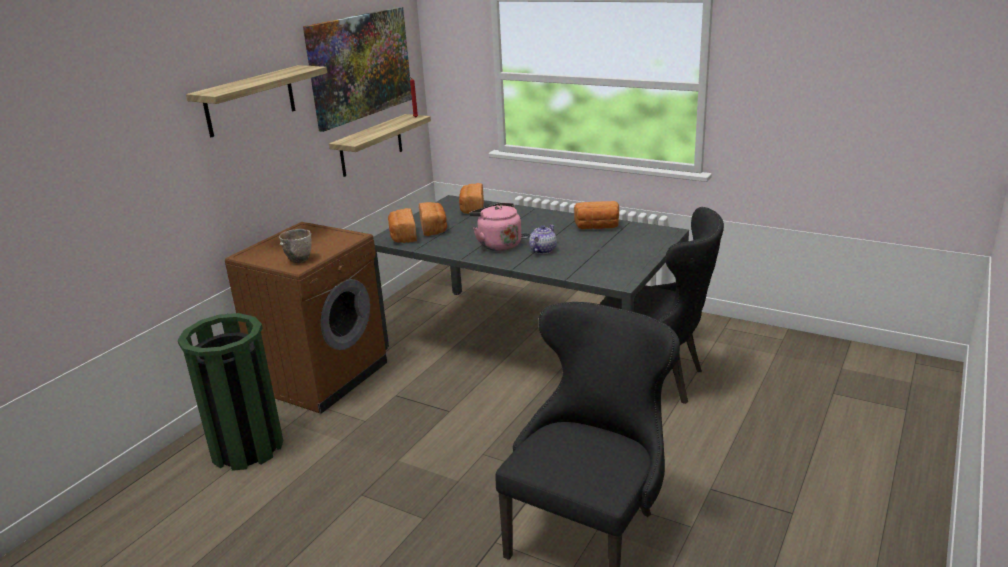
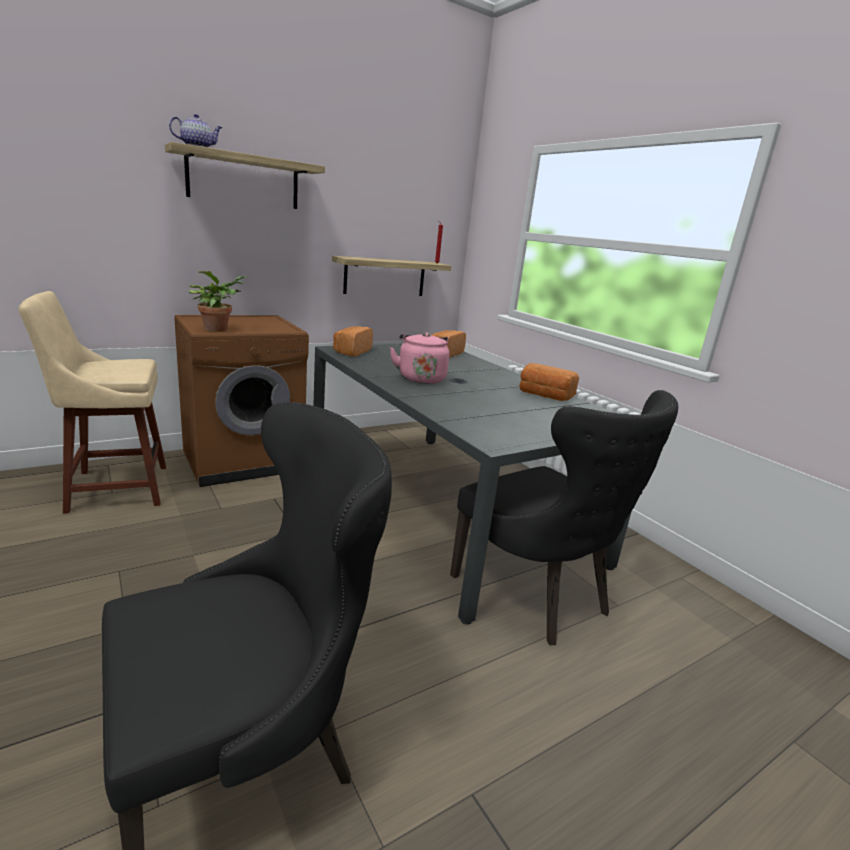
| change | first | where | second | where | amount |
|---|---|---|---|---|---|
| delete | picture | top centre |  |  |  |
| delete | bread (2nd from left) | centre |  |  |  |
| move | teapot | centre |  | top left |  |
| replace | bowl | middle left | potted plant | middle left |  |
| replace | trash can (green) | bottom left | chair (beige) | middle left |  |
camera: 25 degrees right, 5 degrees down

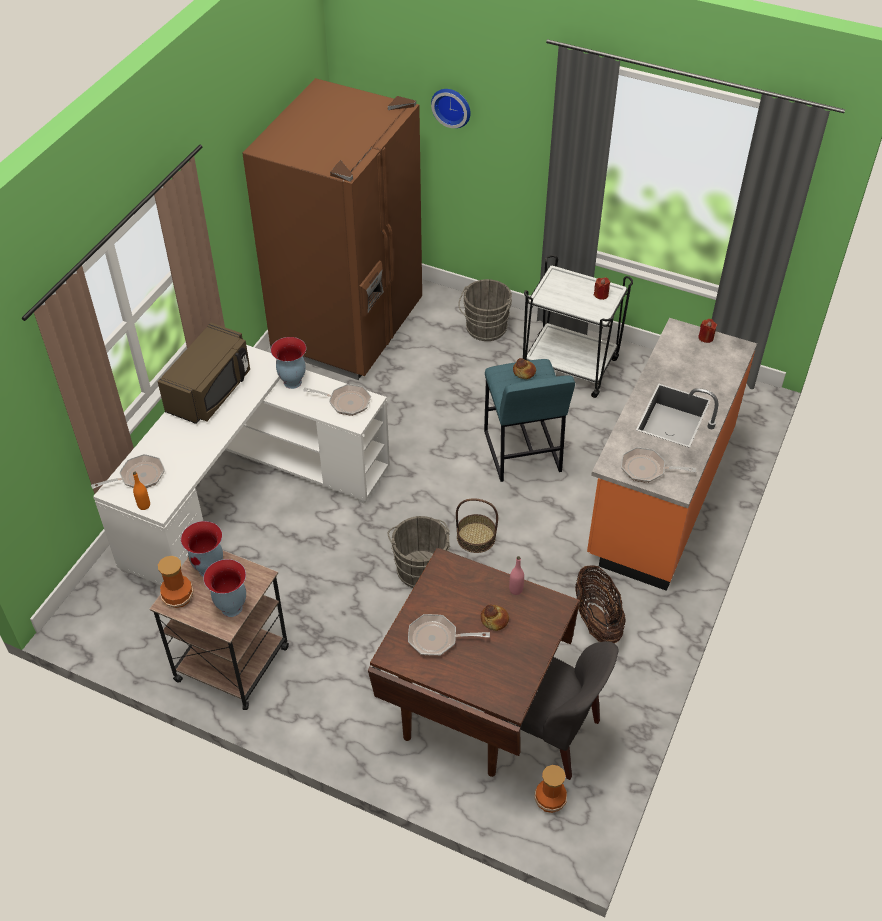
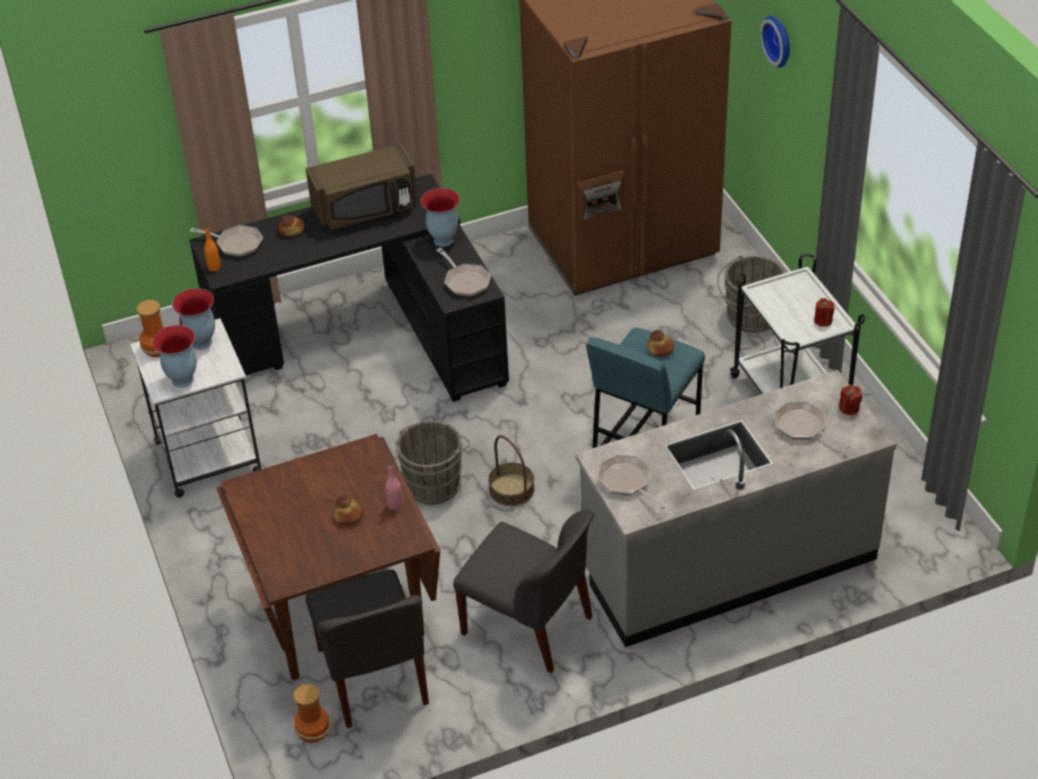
| change | first | where | second | where | amount |
|---|---|---|---|---|---|
| recolor | counter (orange) | middle right | counter (grey) | middle right |  |
| recolor | desk (white) | middle left | desk (black) | centre |  |
| recolor | cart (brown) | bottom left | cart (white) (1st from left) | middle left |  |
| replace | basket (2nd from left) | middle right | chair (grey) (2nd from left) | bottom centre |  |
| move | frying pan (3rd from left in the first image) | bottom centre | frying pan (4th from left) | middle right |  |
| insert |  |  | bread (1st from left) | top left |  |
camera: 45 degrees right, 5 degrees down

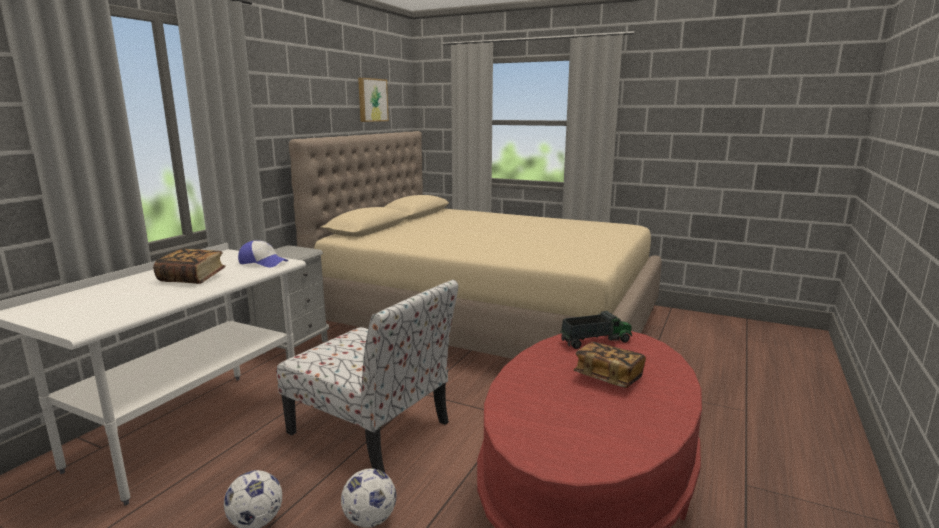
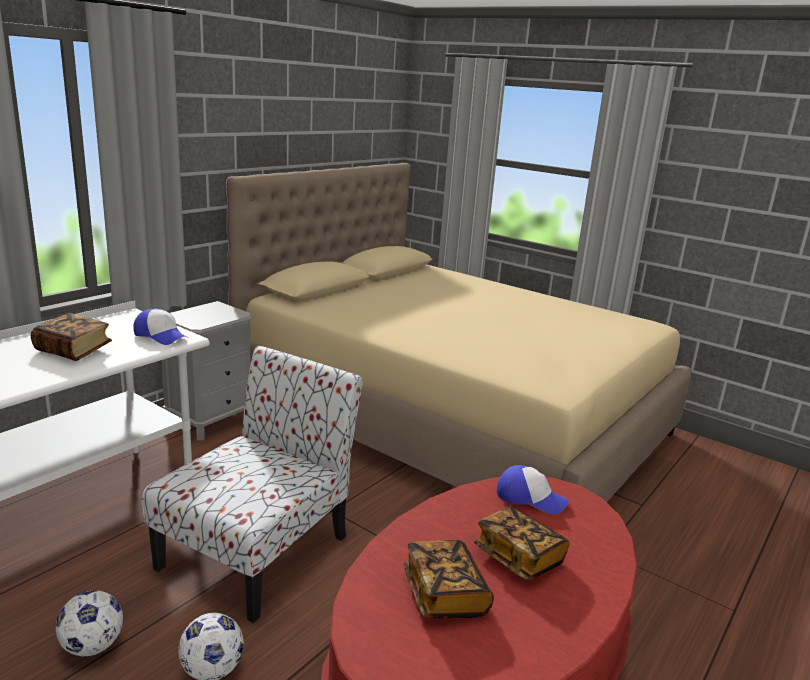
| change | first | where | second | where | amount |
|---|---|---|---|---|---|
| delete | picture | top centre |  |  |  |
| rotate | chair | bottom centre |  | bottom left | 105 degrees counterclockwise |
| replace | toy truck | centre | cap (2nd from left) | bottom centre |  |
| insert |  |  | book (2nd from left) | bottom centre |  |
camera: 10 degrees right, 5 degrees up

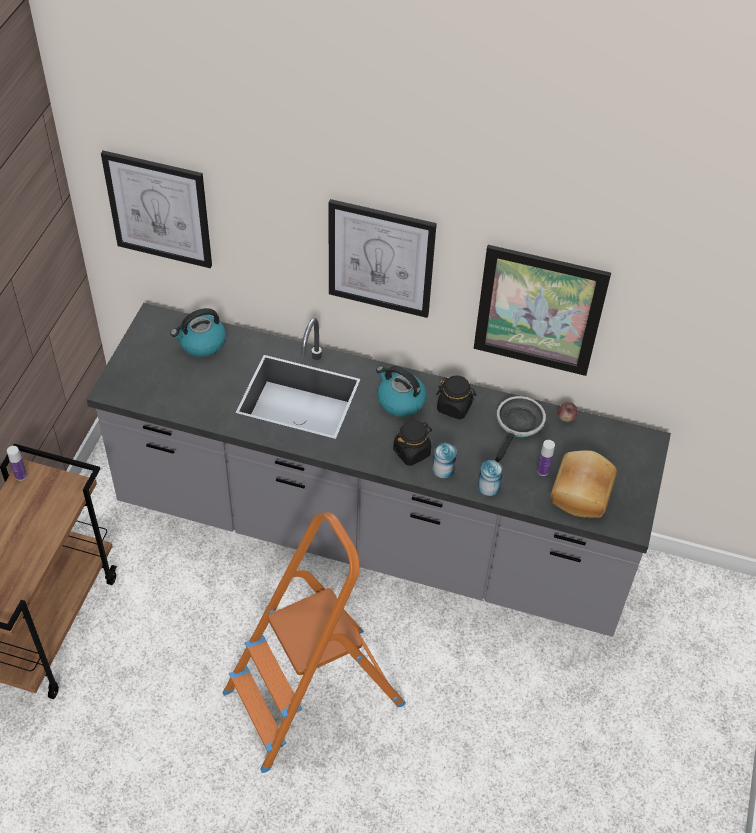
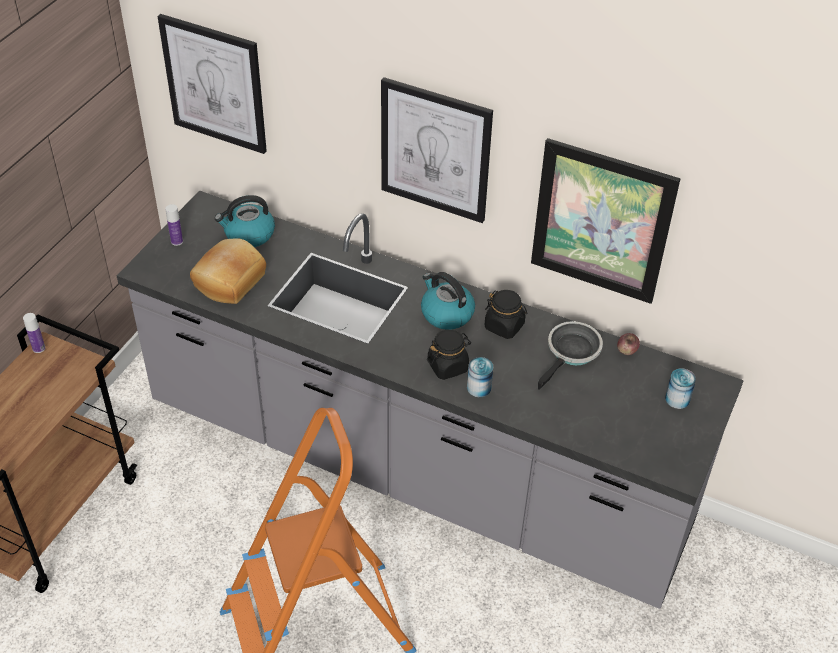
| change | first | where | second | where | amount |
|---|---|---|---|---|---|
| move | bottle (2nd from left) | middle right |  | middle left |  |
| move | bread | middle right |  | middle left |  |
| move | can (2nd from left) | centre |  | middle right |  |
camera: 10 degrees right, 5 degrees down

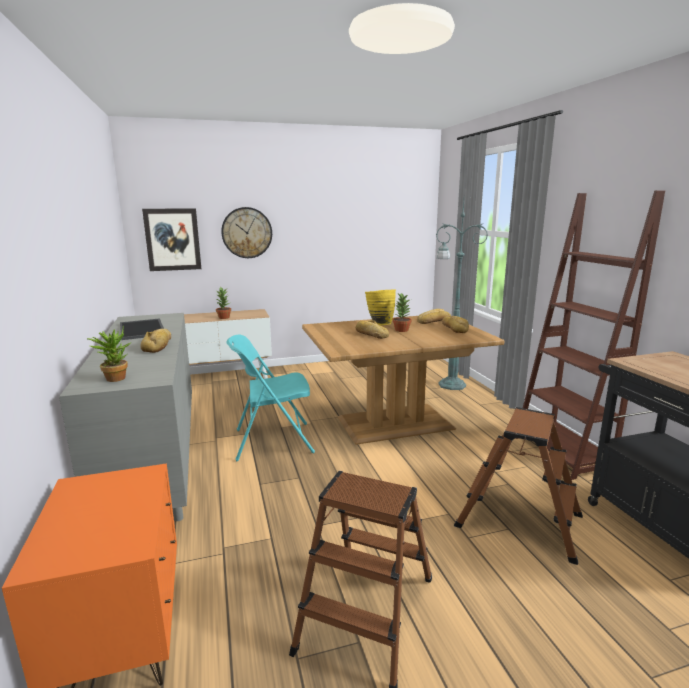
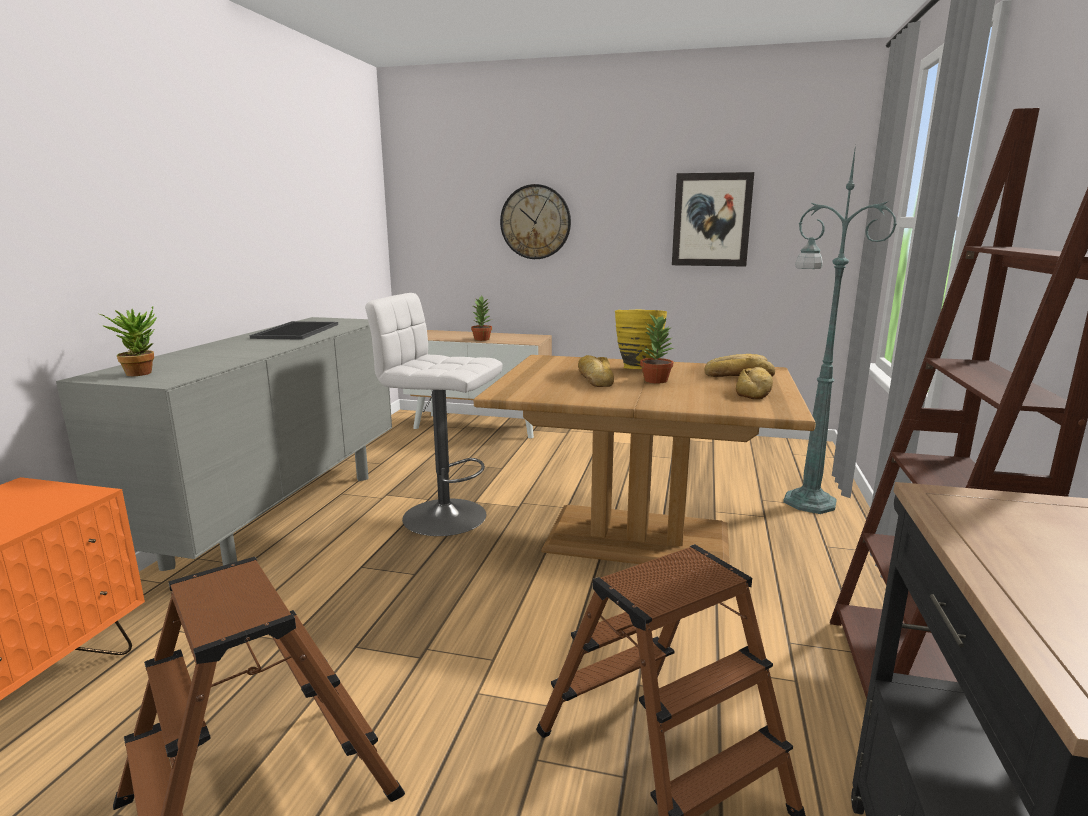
| change | first | where | second | where | amount |
|---|---|---|---|---|---|
| move | picture | middle left |  | top centre |  |
| delete | bread (1st from left) | middle left |  |  |  |
| replace | chair (turquoise) | centre | stool (white) | centre |  |
camera: 30 degrees right, 0 degrees up

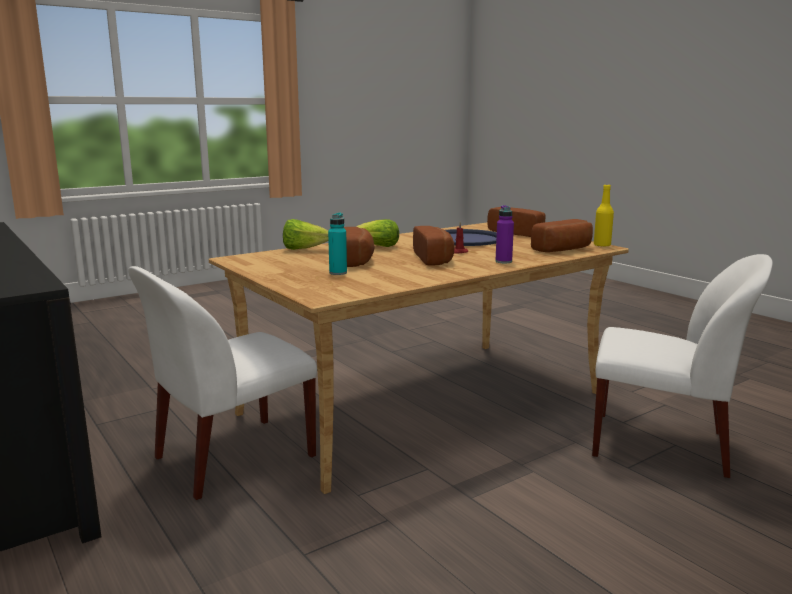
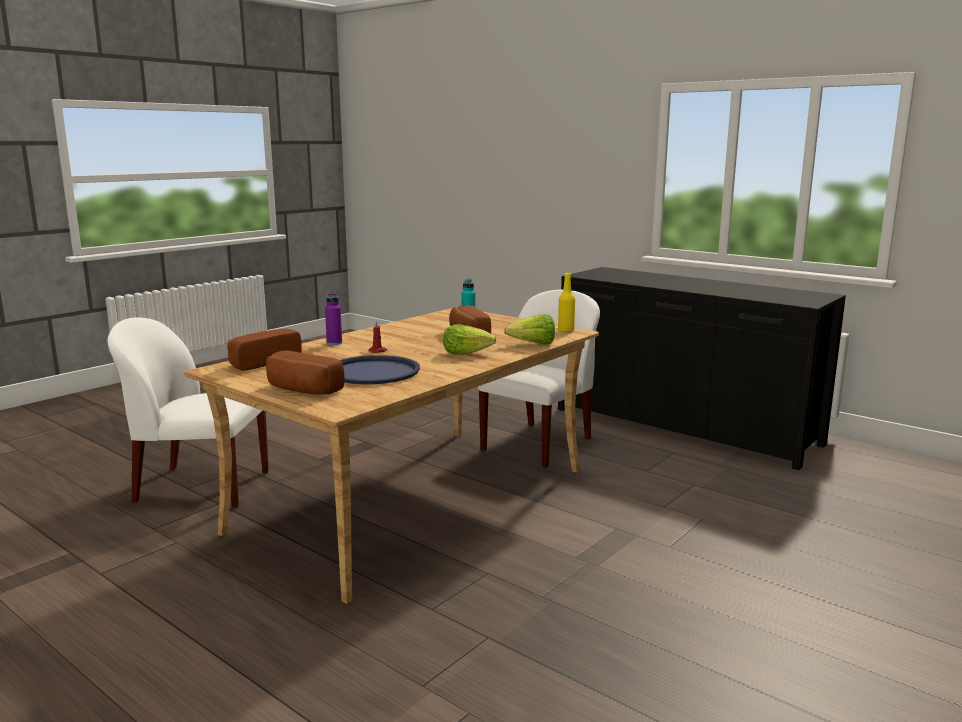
| change | first | where | second | where | amount |
|---|---|---|---|---|---|
| move | bottle (yellow) | middle right |  | centre |  |
| delete | bread (2nd from left) | centre |  |  |  |
camera: 165 degrees right, 0 degrees up

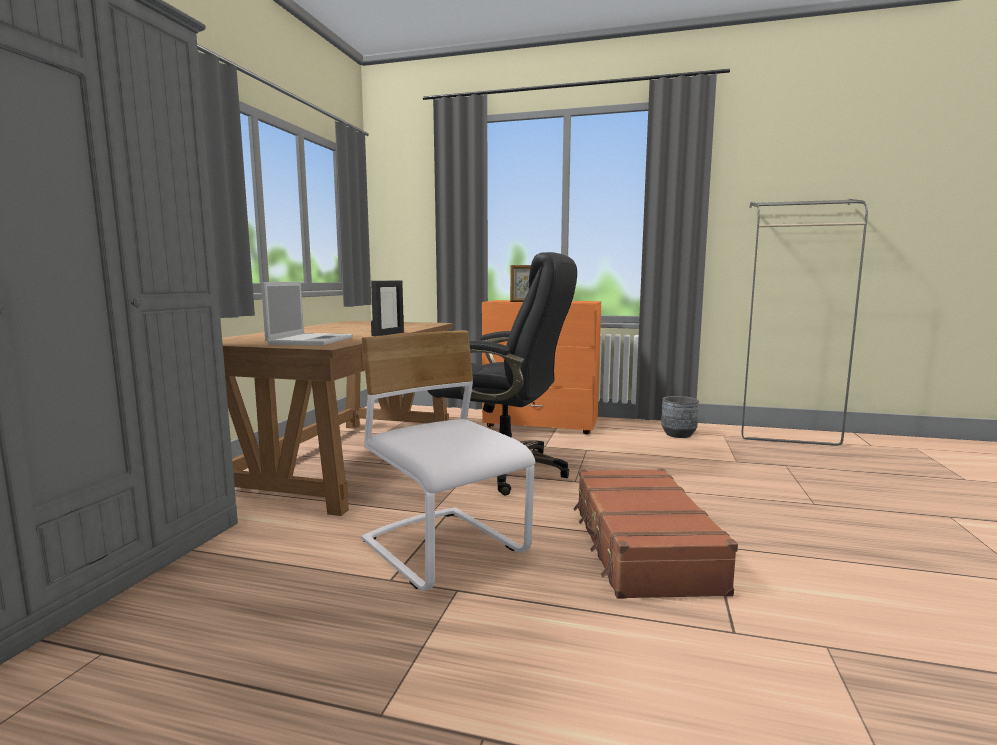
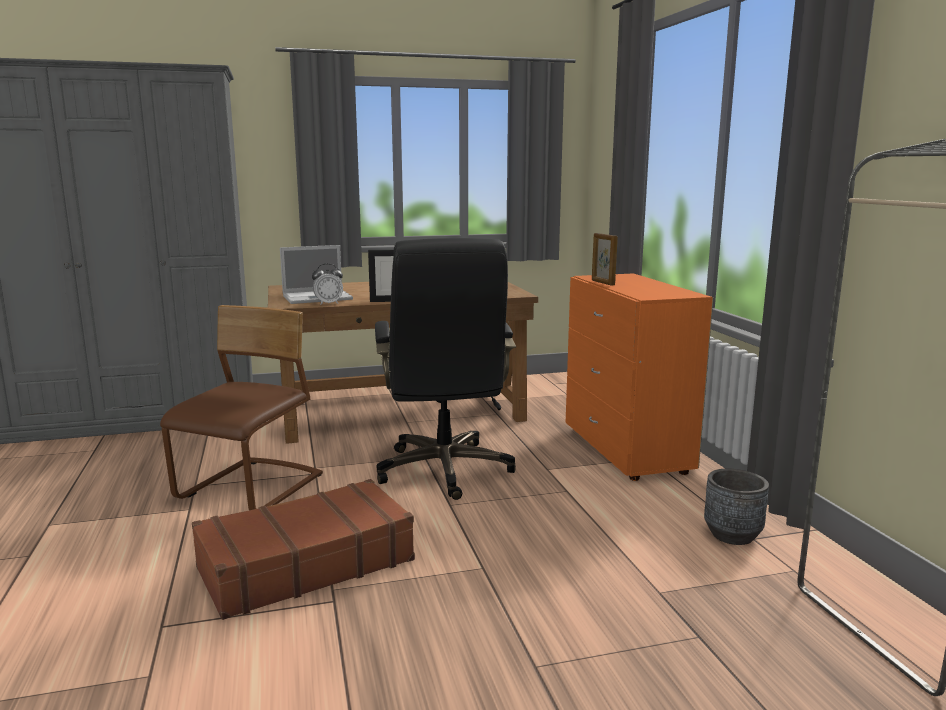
| change | first | where | second | where | amount |
|---|---|---|---|---|---|
| recolor | chair (white) | centre | chair (brown) | middle left |  |
| insert |  |  | alarm clock | centre |  |
camera: 60 degrees right, 5 degrees up

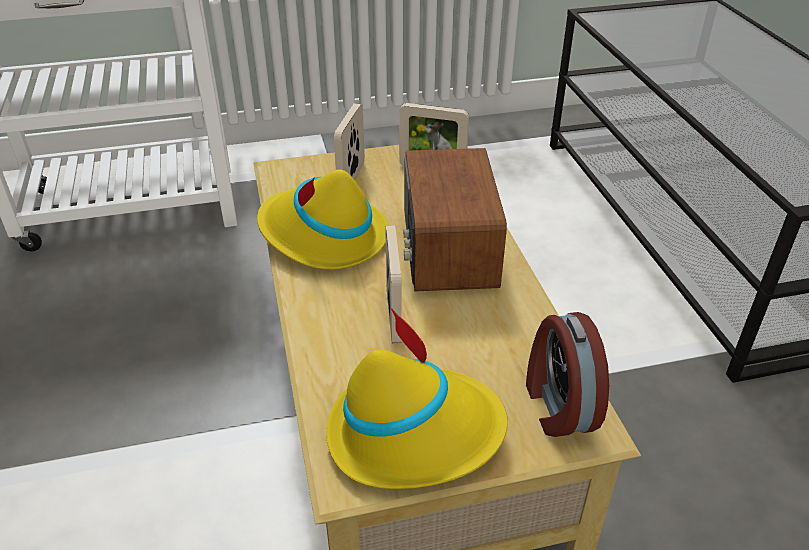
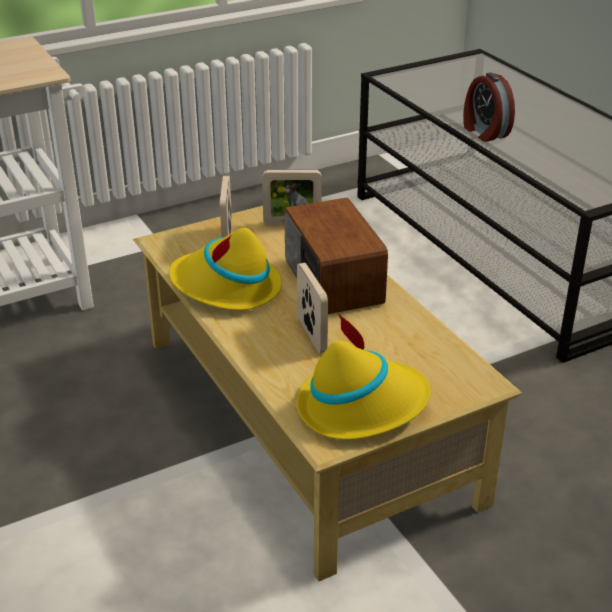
| change | first | where | second | where | amount |
|---|---|---|---|---|---|
| move | alarm clock | bottom right |  | top right |  |
camera: 15 degrees left, 5 degrees down

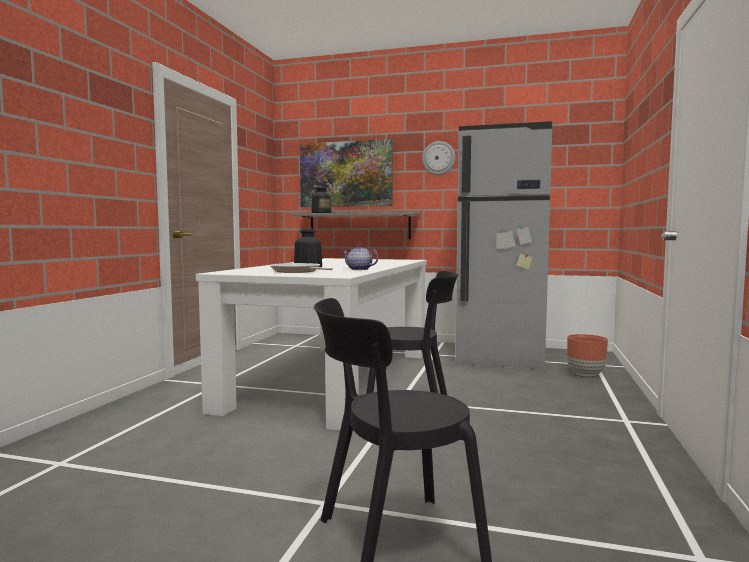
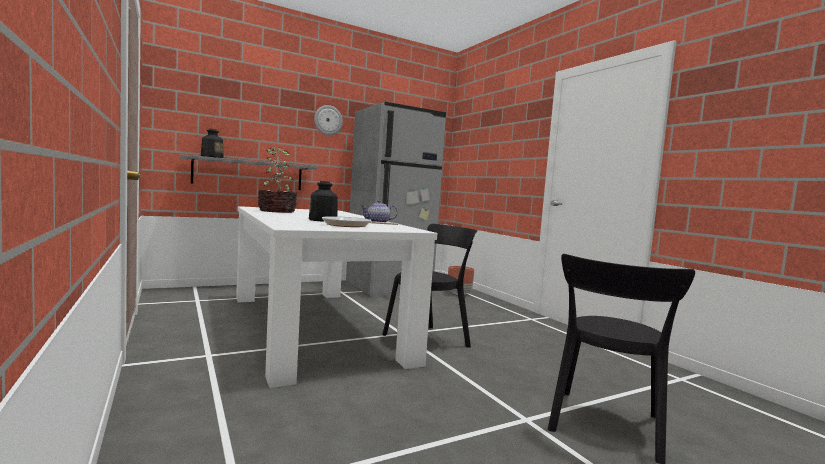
| change | first | where | second | where | amount |
|---|---|---|---|---|---|
| delete | picture | top centre |  |  |  |
| insert |  |  | potted plant | centre |  |
camera: 45 degrees left, 0 degrees up

